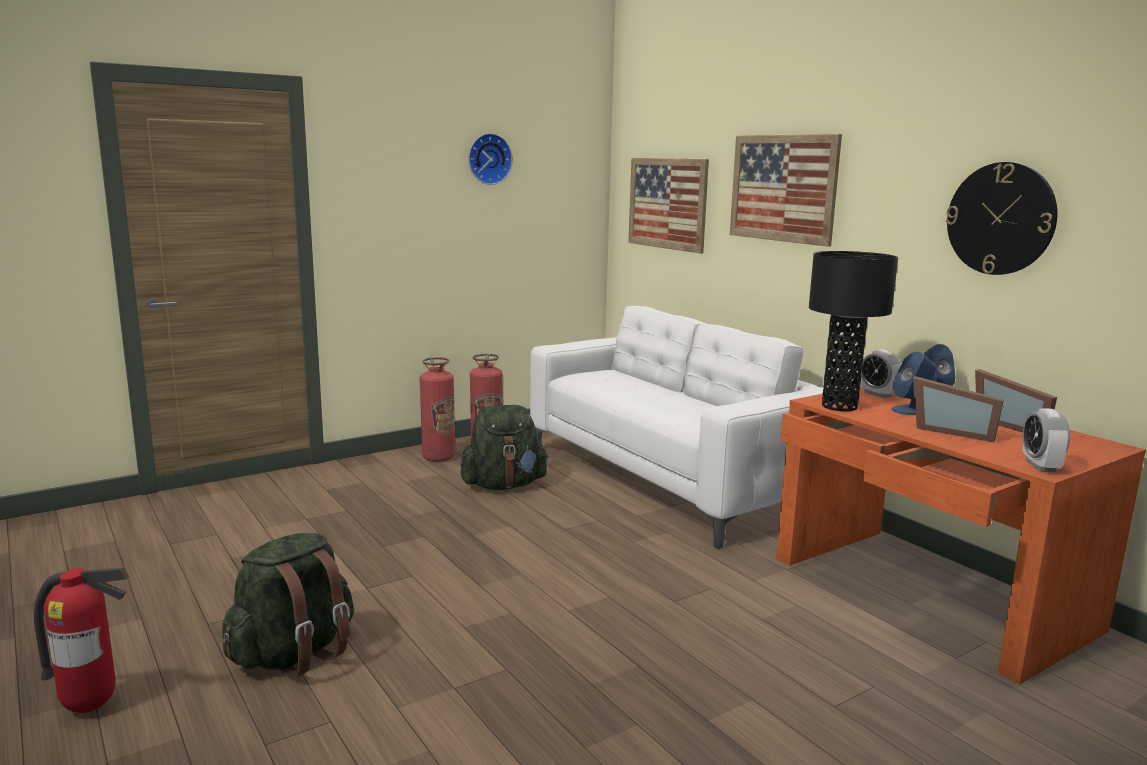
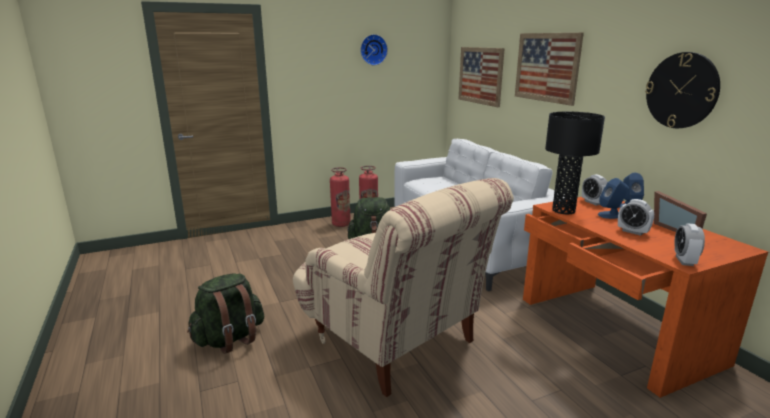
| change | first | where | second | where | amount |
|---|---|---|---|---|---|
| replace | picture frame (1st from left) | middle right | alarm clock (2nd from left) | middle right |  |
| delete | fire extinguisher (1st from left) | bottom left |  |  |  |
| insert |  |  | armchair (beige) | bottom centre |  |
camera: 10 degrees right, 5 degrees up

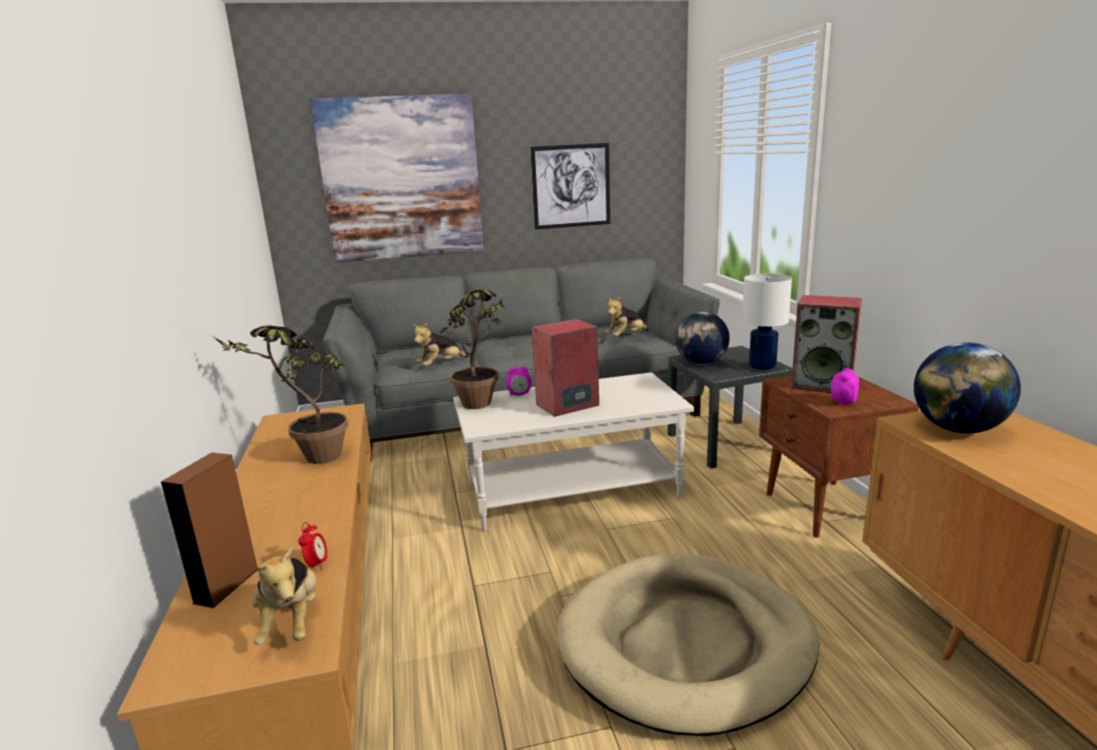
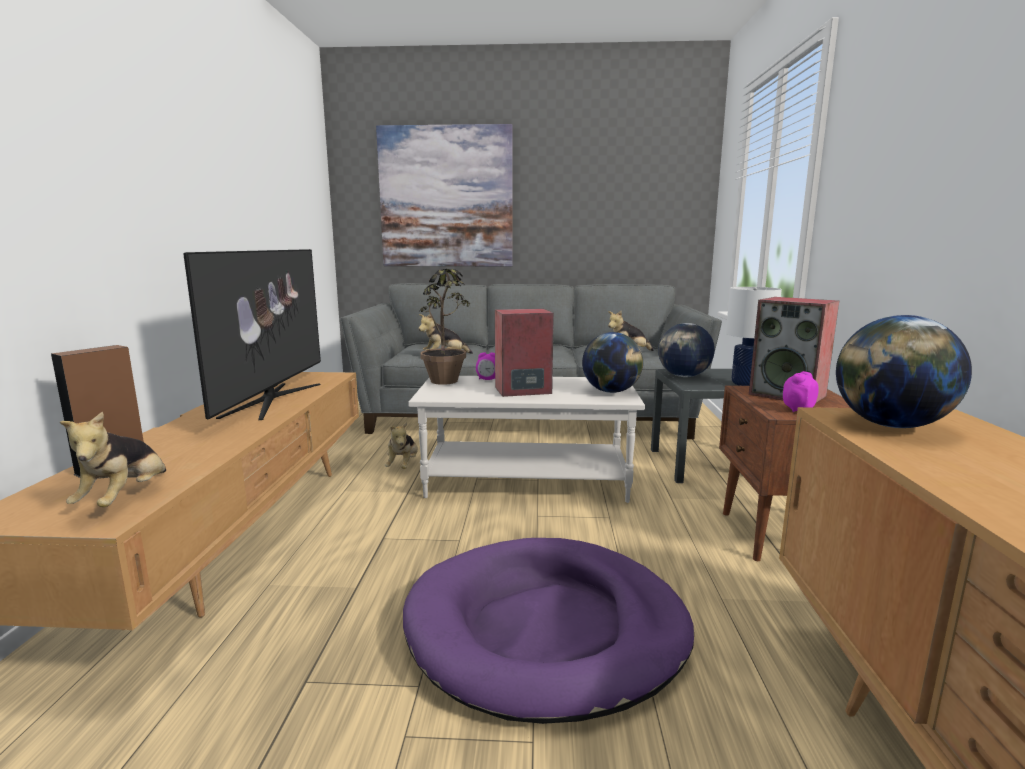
| change | first | where | second | where | amount |
|---|---|---|---|---|---|
| delete | picture (2nd from left) | top centre |  |  |  |
| replace | potted plant (1st from left) | middle left | television | middle left |  |
| delete | alarm clock (1st from left) | bottom left |  |  |  |
| recolor | dog bed (beige) | bottom centre | dog bed (purple) | bottom centre |  |
| insert |  |  | globe (1st from left) | centre |  |
| insert |  |  | plush toy (2nd from left) | centre |  |
camera: 15 degrees right, 5 degrees down

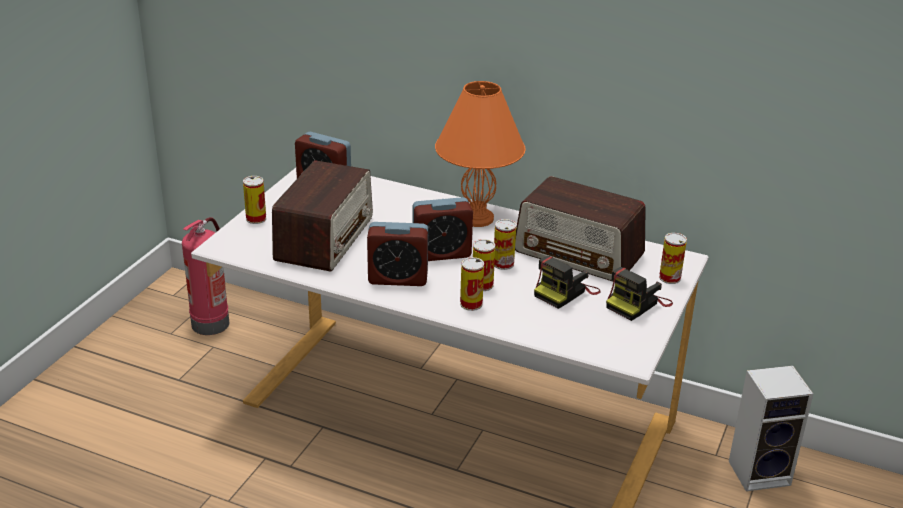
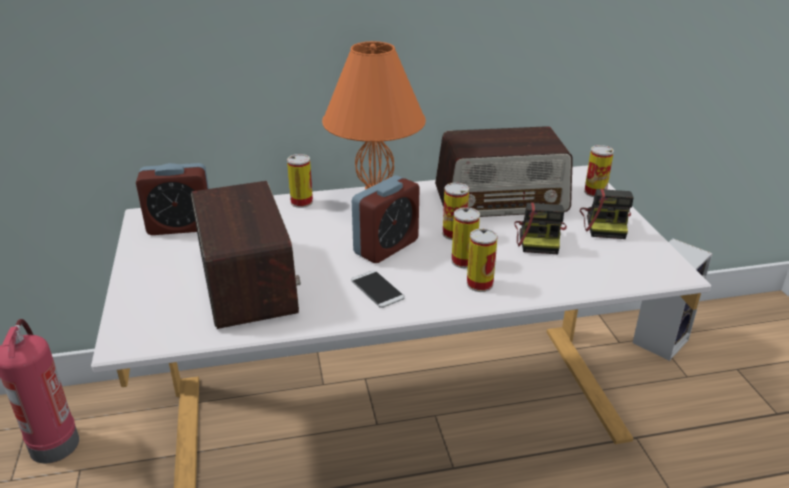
| change | first | where | second | where | amount |
|---|---|---|---|---|---|
| move | can (1st from left) | middle left |  | centre |  |
| replace | alarm clock (2nd from left) | centre | phone | centre |  |
camera: 35 degrees left, 0 degrees up

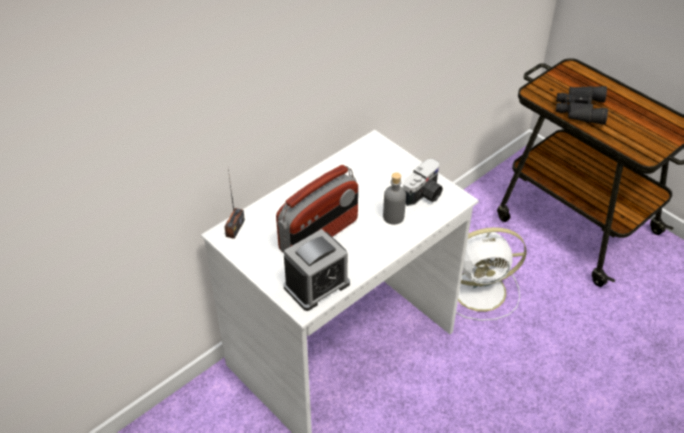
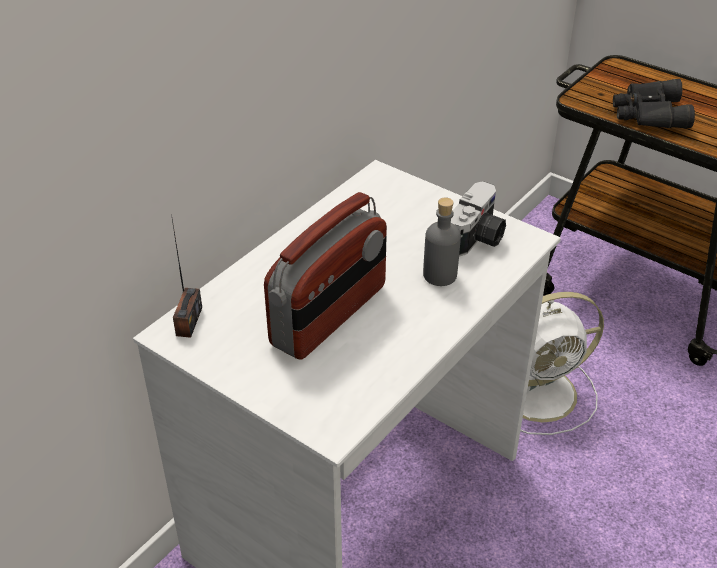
| change | first | where | second | where | amount |
|---|---|---|---|---|---|
| delete | alarm clock | centre |  |  |  |
camera: 10 degrees left, 5 degrees down

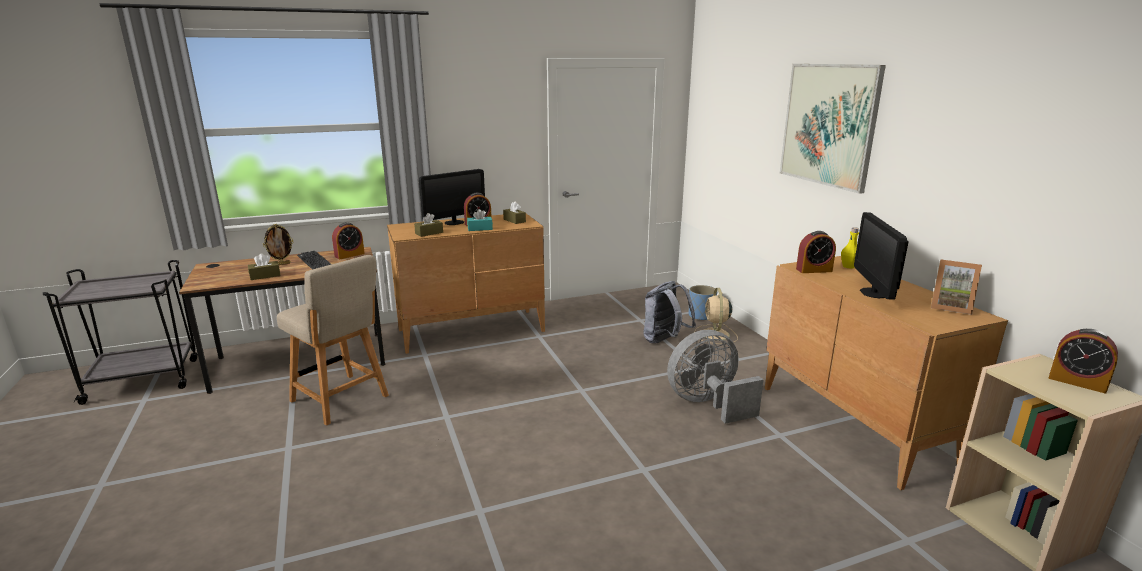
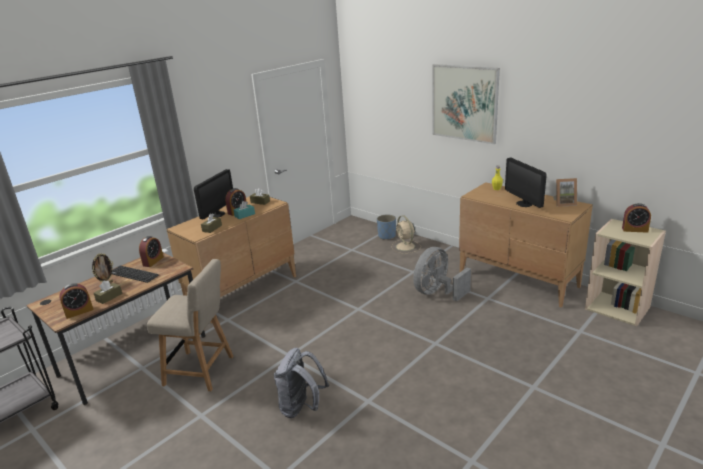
| change | first | where | second | where | amount |
|---|---|---|---|---|---|
| move | alarm clock (3rd from left in the first image) | middle right | alarm clock (1st from left) | middle left |  |
| move | backpack (grey) | centre |  | bottom centre |  |
camera: 25 degrees left, 5 degrees up

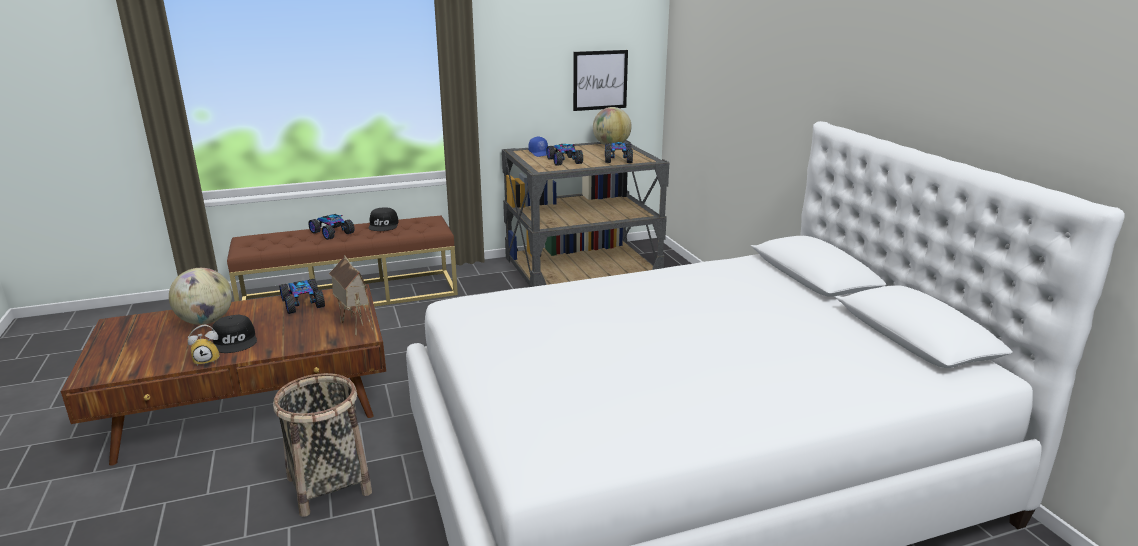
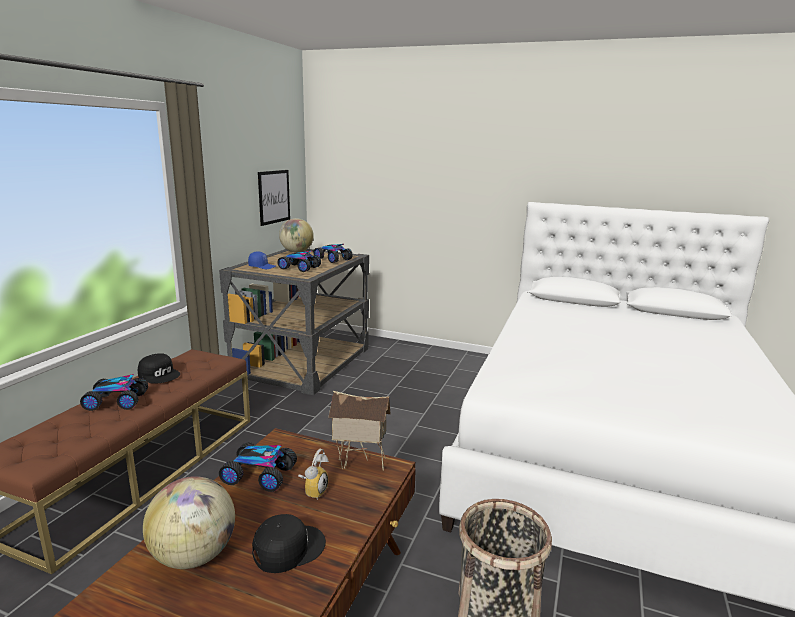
| change | first | where | second | where | amount |
|---|---|---|---|---|---|
| rotate | cap (black) (1st from left in the first image) | middle left | cap (black) (2nd from left) | bottom centre | 45 degrees counterclockwise |
| move | alarm clock | middle left |  | bottom centre |  |
camera: 50 degrees left, 5 degrees down

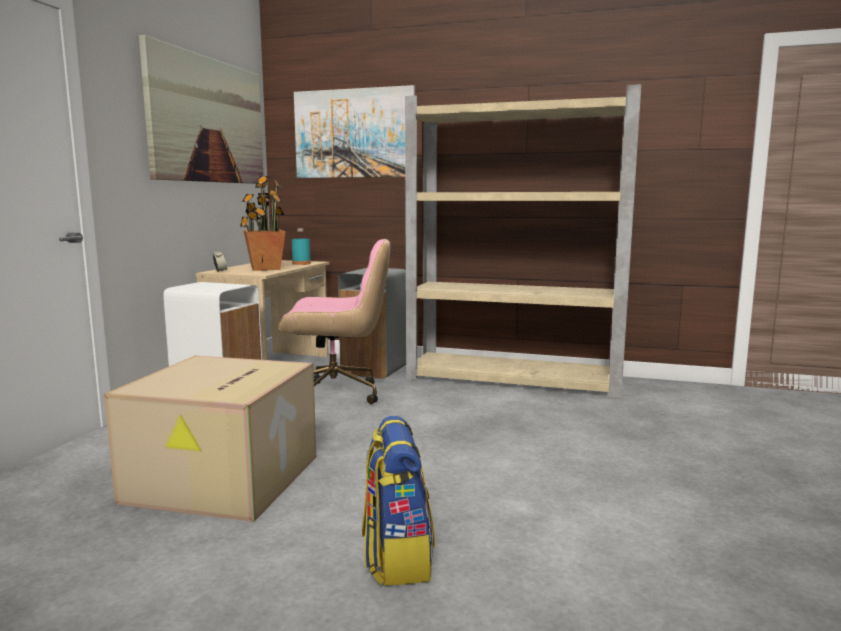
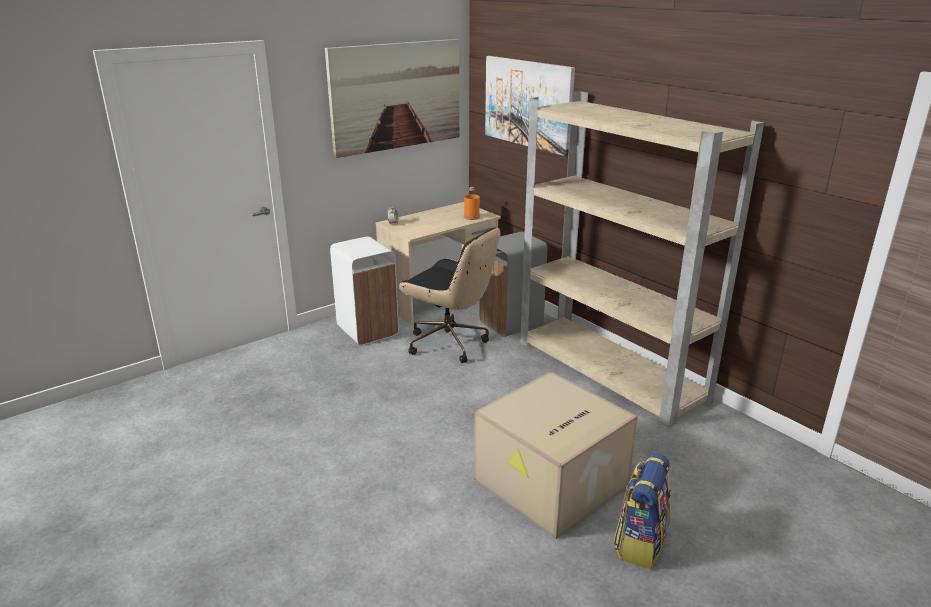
| change | first | where | second | where | amount |
|---|---|---|---|---|---|
| delete | potted plant | middle left |  |  |  |
| recolor | bottle (turquoise) | centre | bottle (orange) | centre |  |
| recolor | office chair (pink) | centre | office chair (black) | centre |  |
| move | cardboard box | bottom left |  | bottom centre |  |
| move | backpack | bottom centre |  | bottom right |  |
camera: 35 degrees right, 15 degrees up

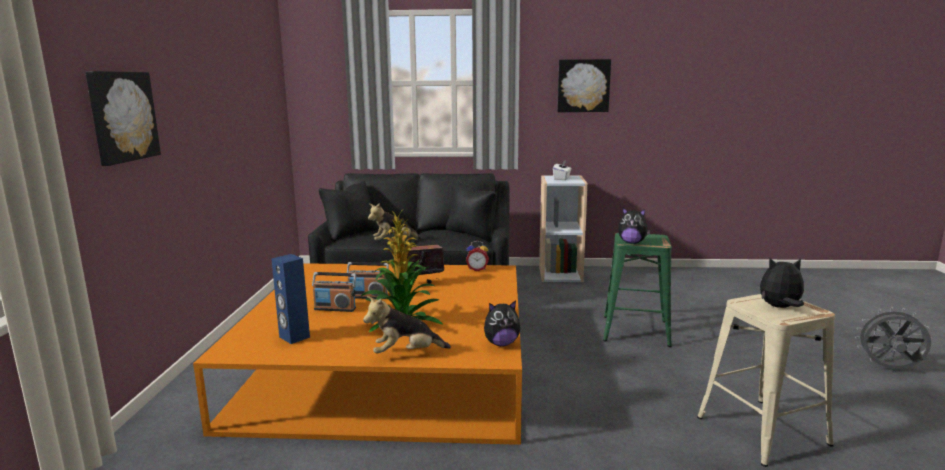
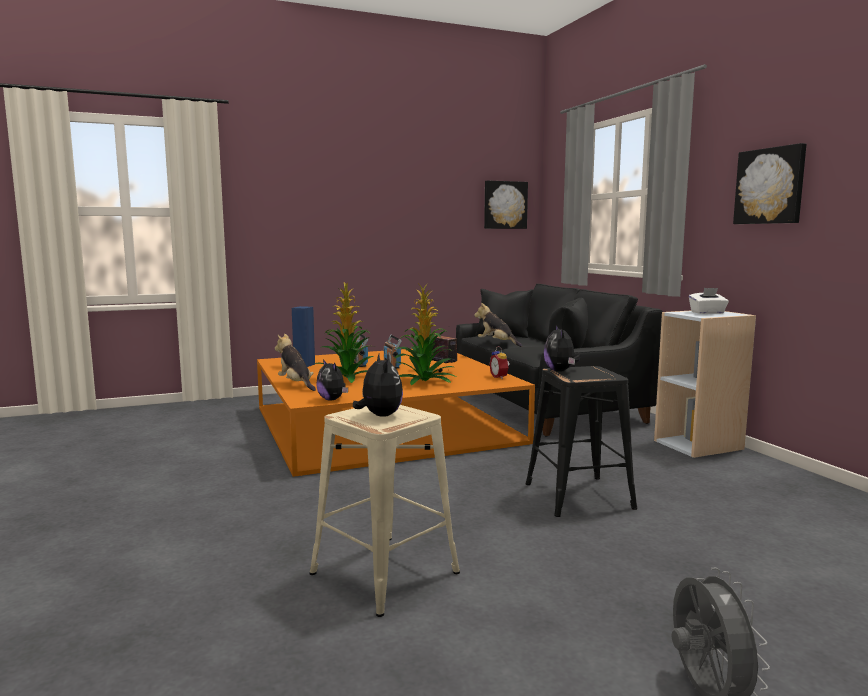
| change | first | where | second | where | amount |
|---|---|---|---|---|---|
| move | picture (1st from left) | top left |  | top centre |  |
| recolor | stool (green) | middle right | stool (black) | middle right |  |
| insert |  |  | potted plant (2nd from left) | centre |  |
camera: 65 degrees right, 5 degrees down

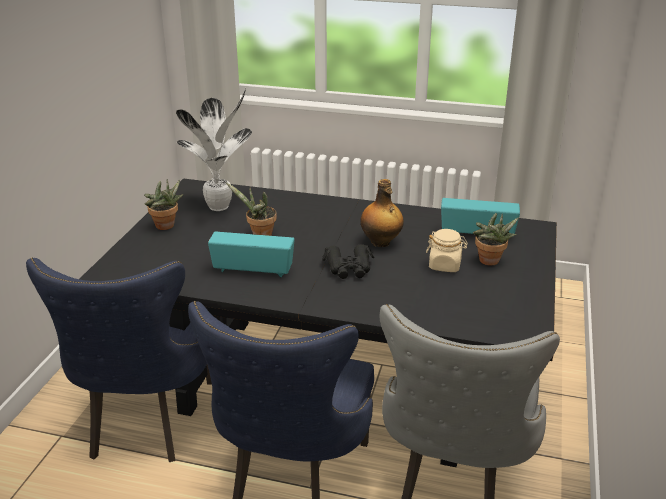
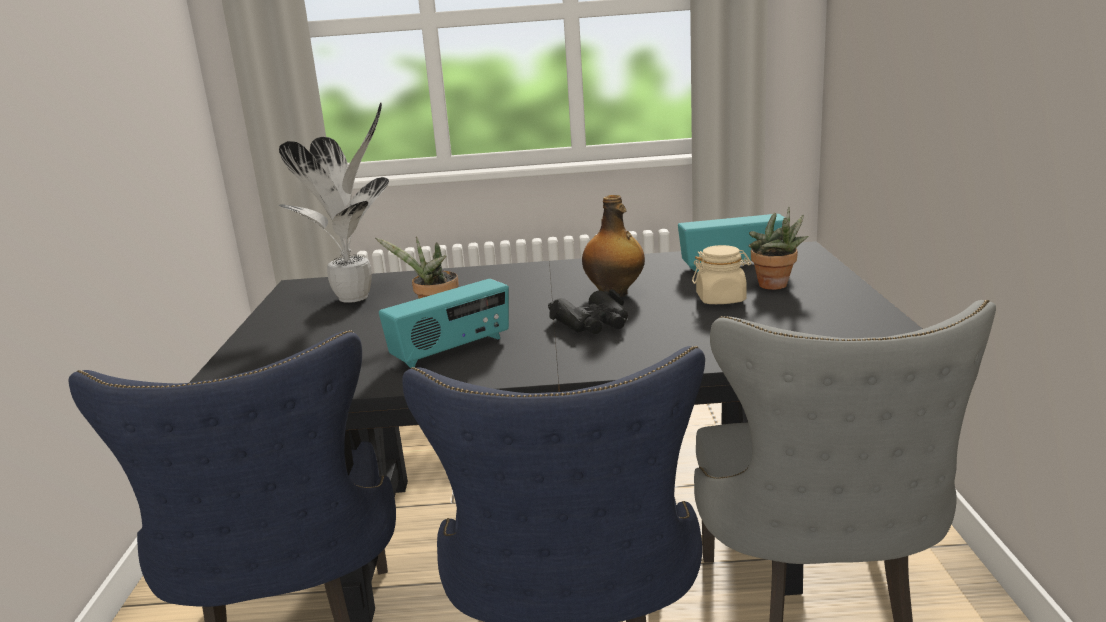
| change | first | where | second | where | amount |
|---|---|---|---|---|---|
| delete | potted plant (1st from left) | middle left |  |  |  |
| rotate | radio (1st from left) | centre |  | centre | 150 degrees clockwise |
camera: 15 degrees left, 10 degrees down

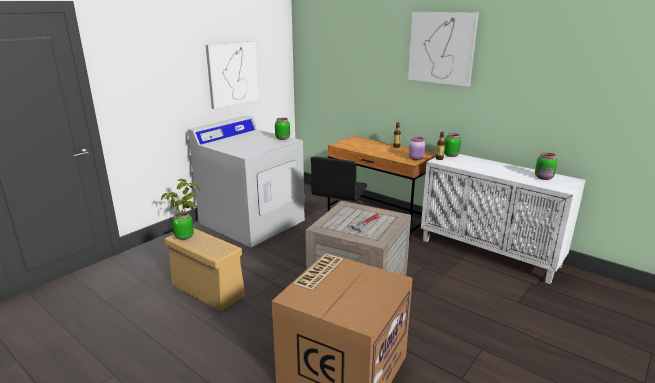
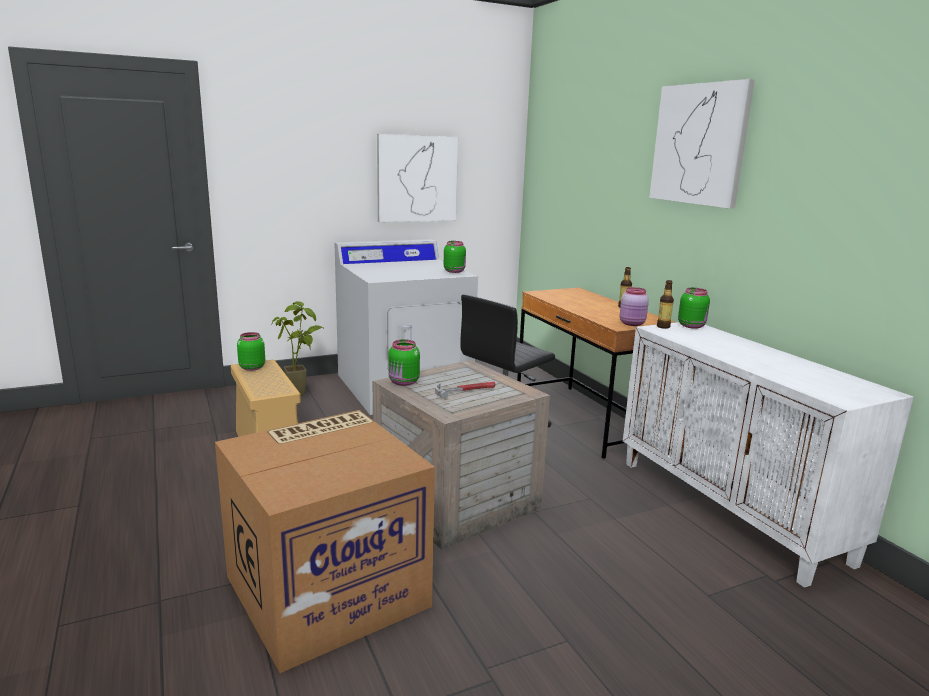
| change | first | where | second | where | amount |
|---|---|---|---|---|---|
| move | jar (green) (4th from left in the first image) | middle right | jar (green) (2nd from left) | centre |  |
camera: 25 degrees right, 5 degrees down

